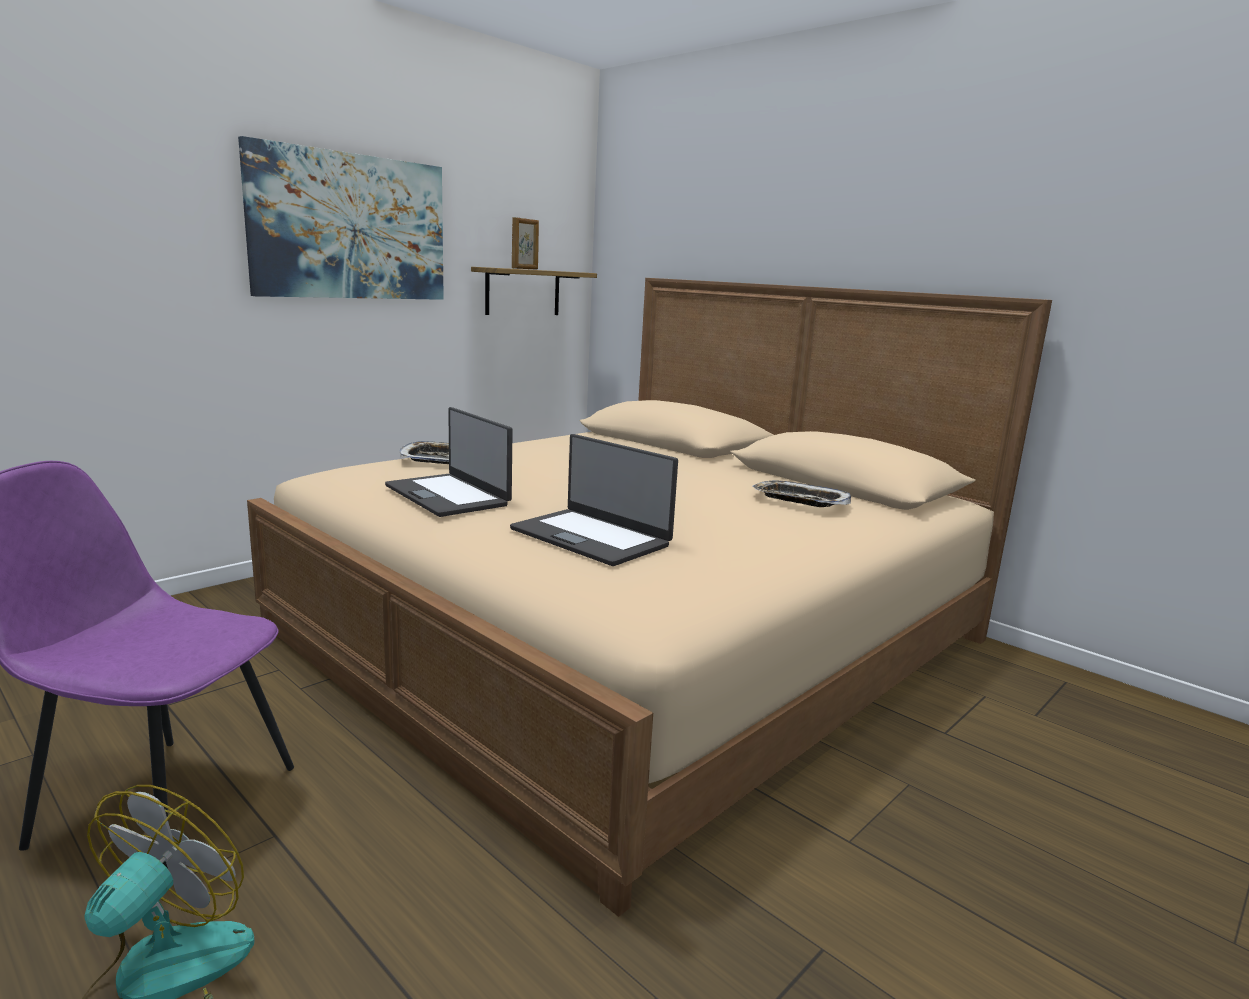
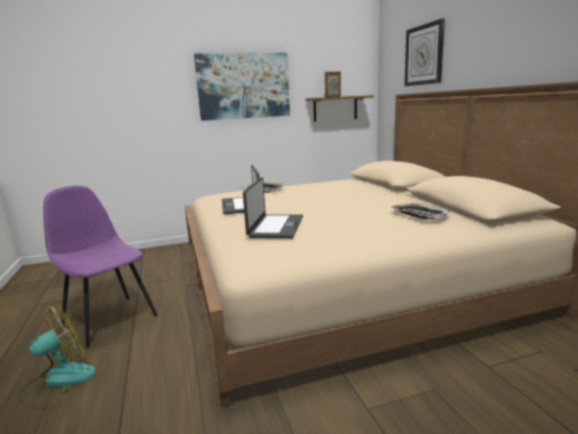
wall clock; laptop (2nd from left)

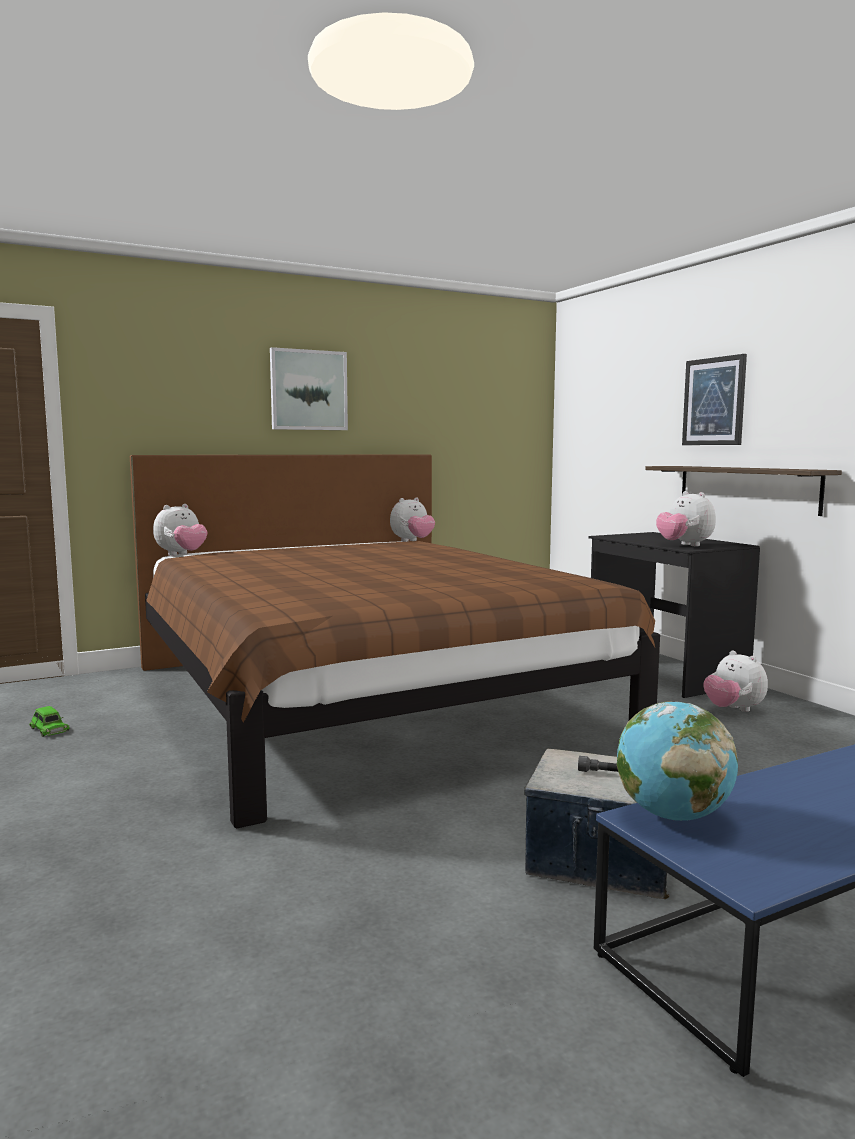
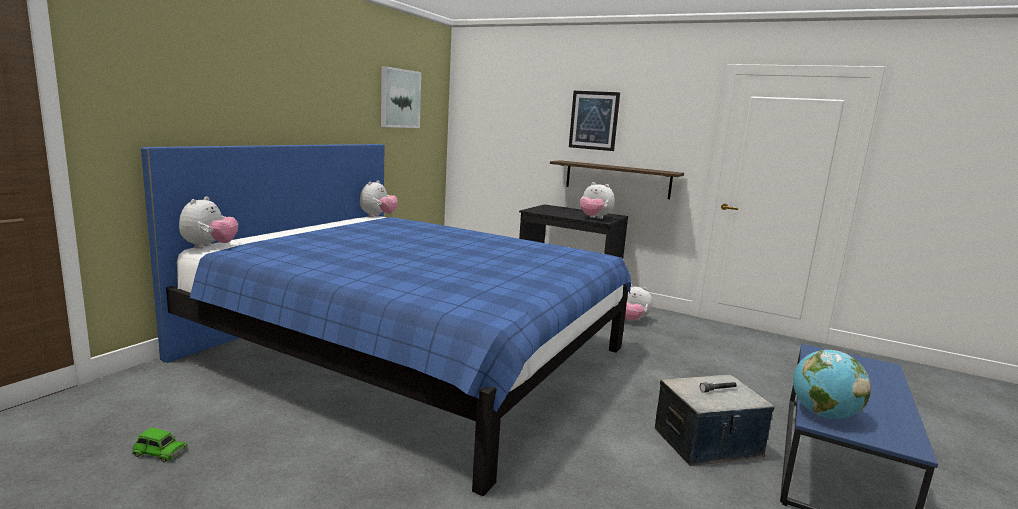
picture (1st from left); blue bed

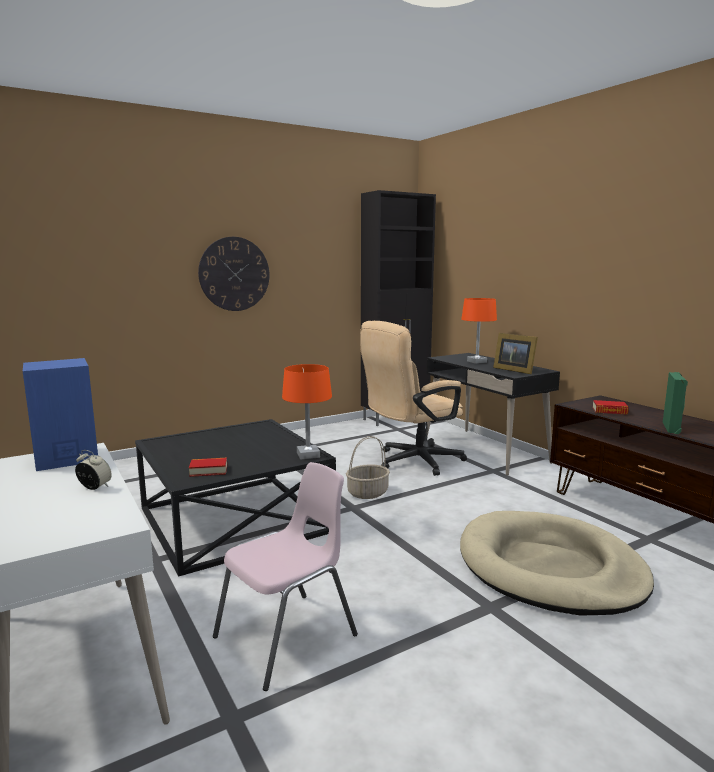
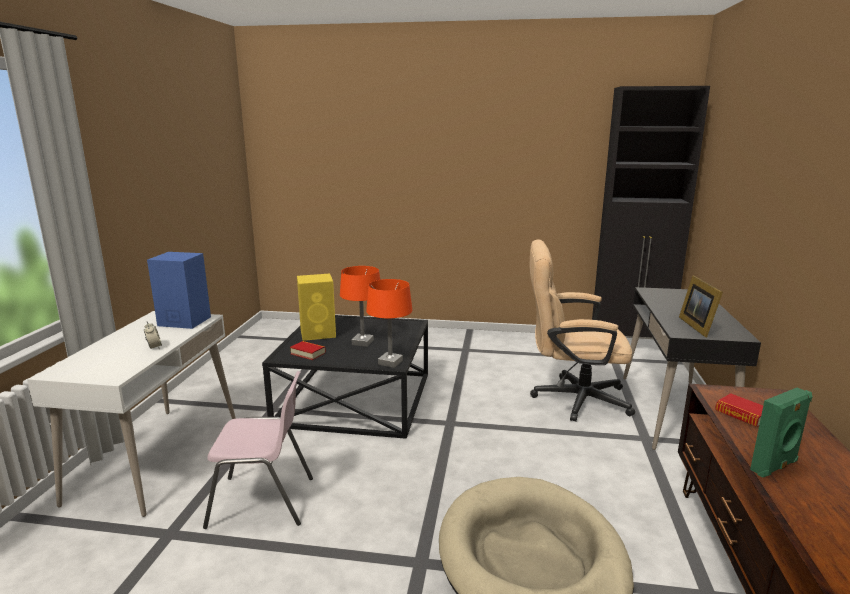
wall clock; basket; yellow speaker; orange table lamp (1st from left)

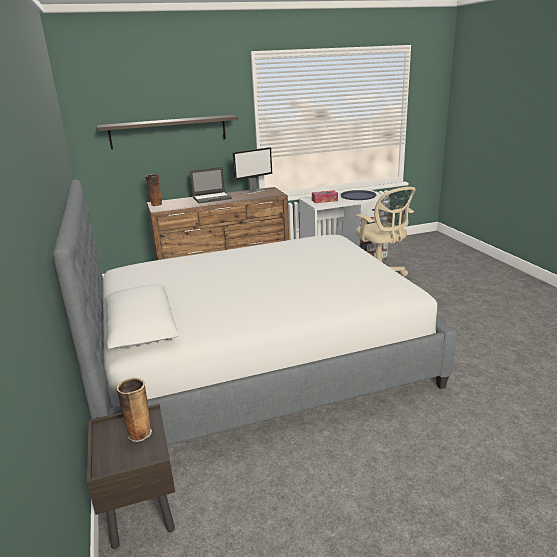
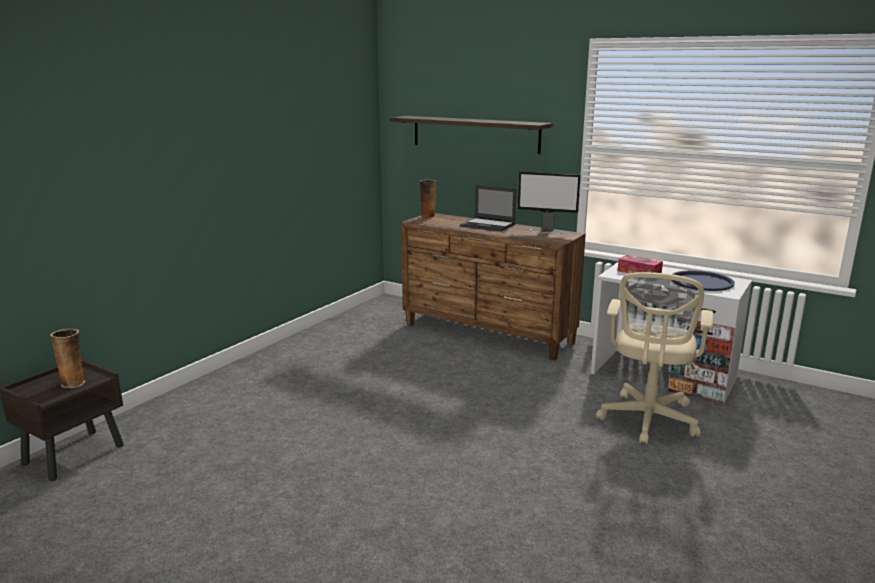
bed

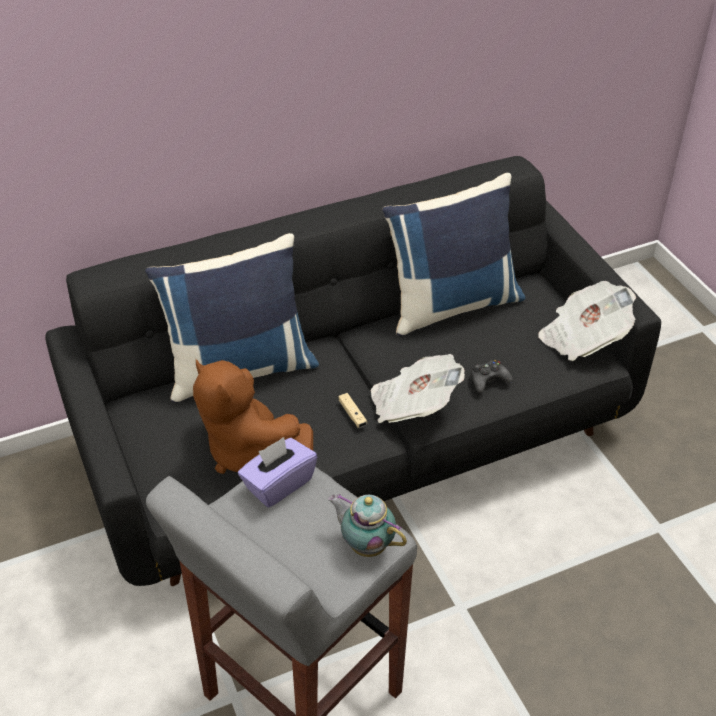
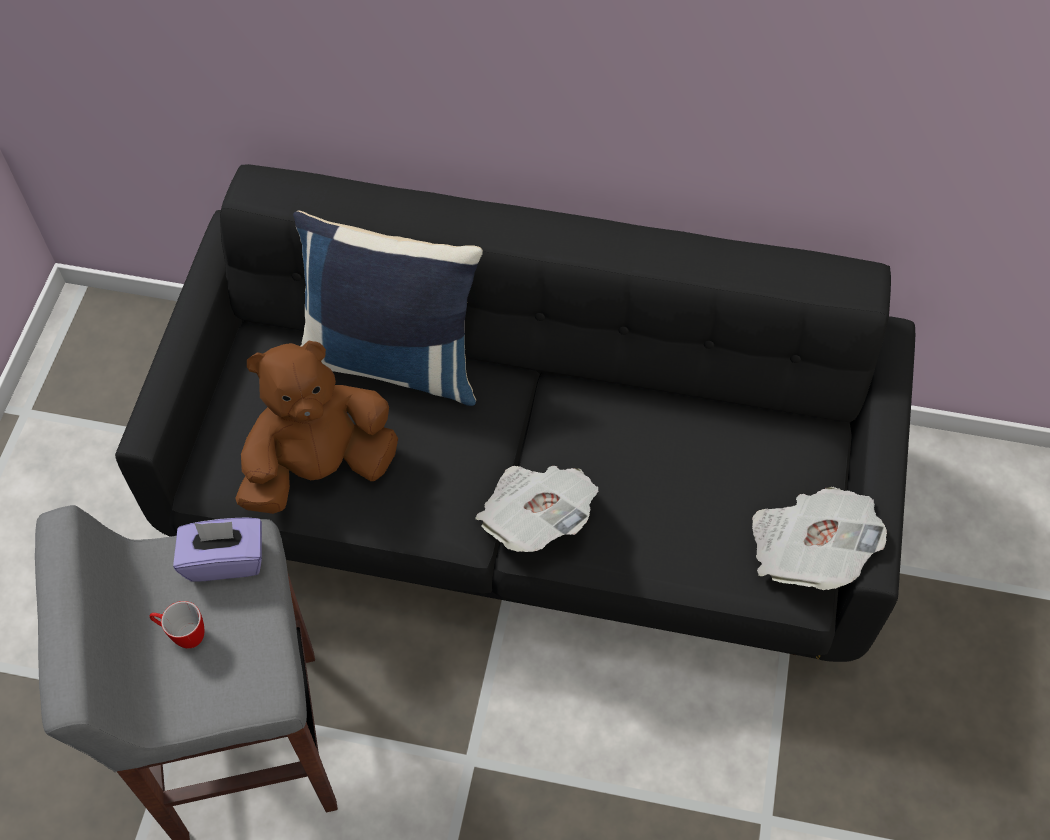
teapot; beige game controller; blue pillow (2nd from left in the first image); black game controller; mug; brown plush toy

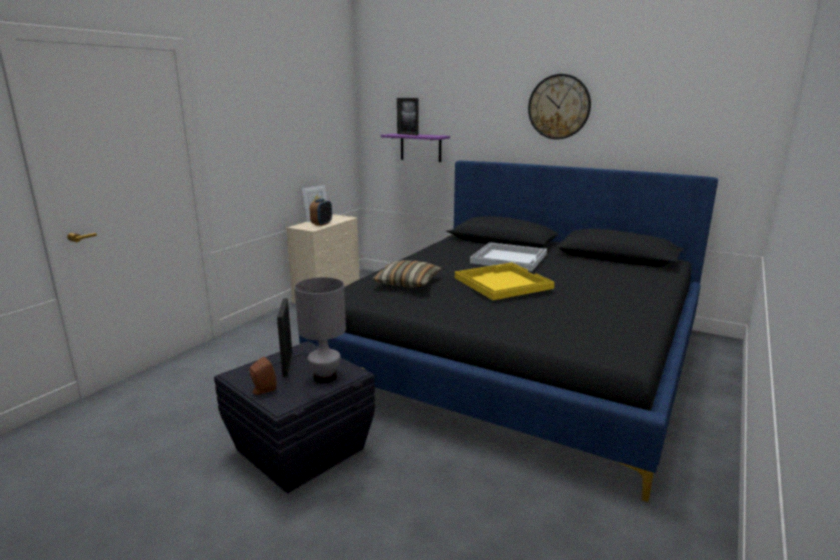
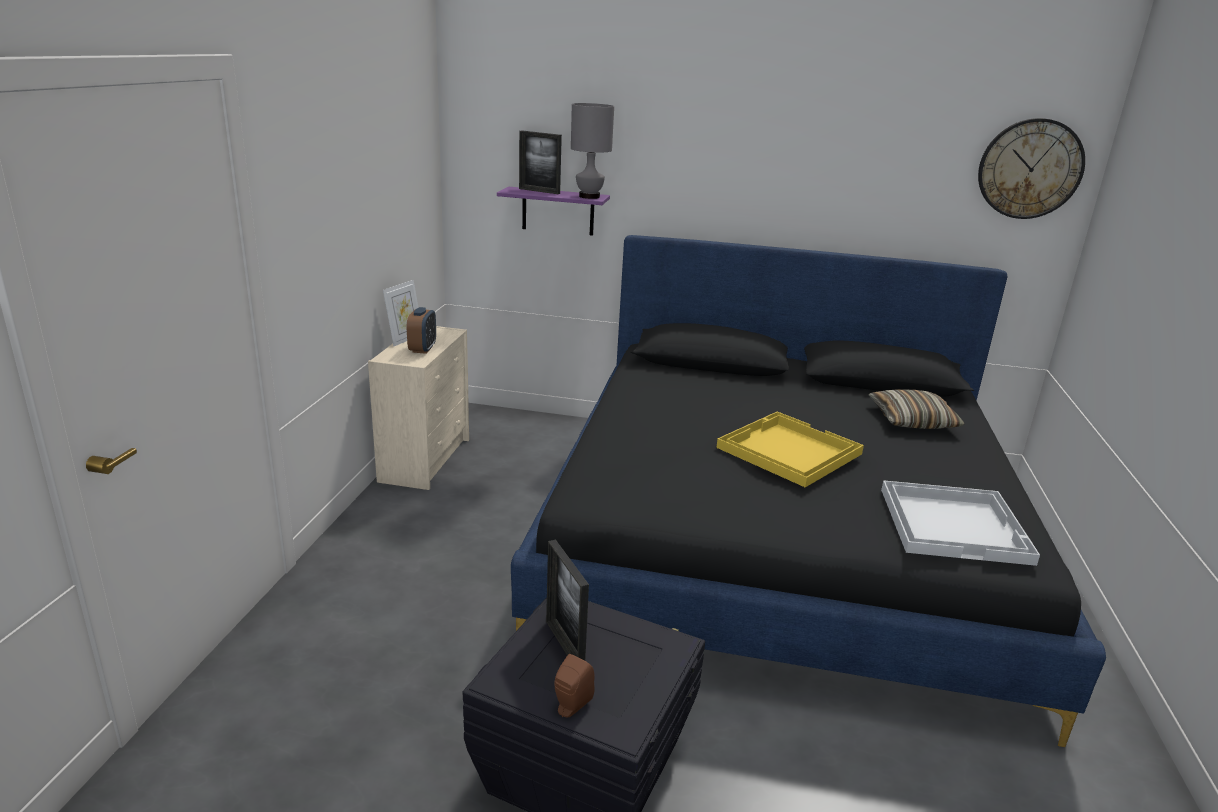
grey table lamp; pillow; white tray; wall clock

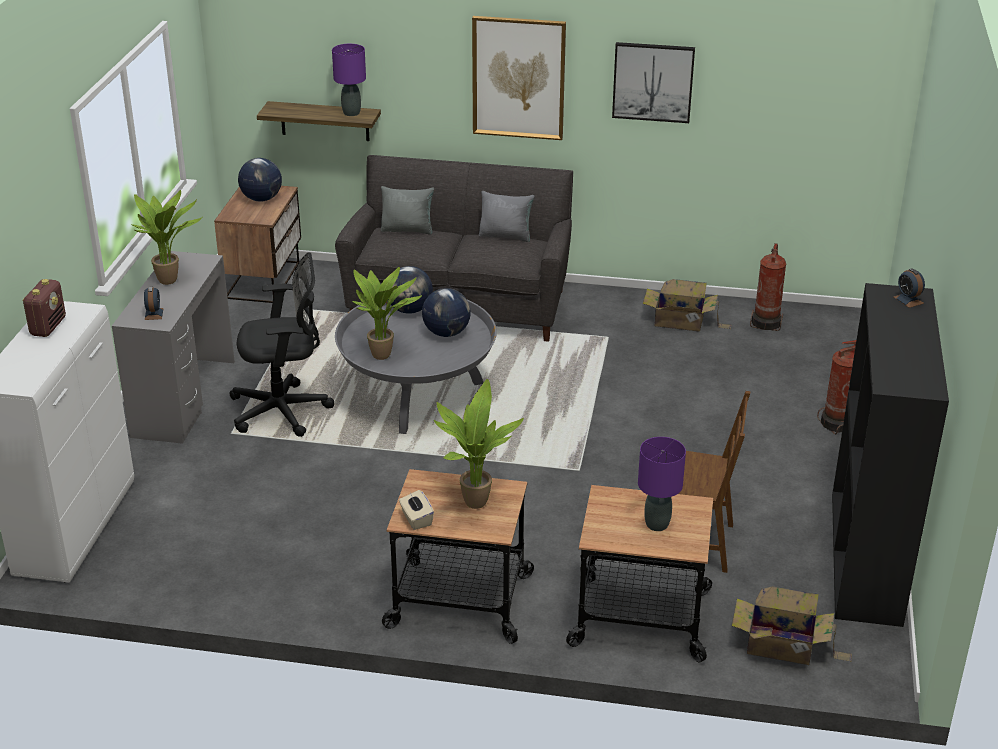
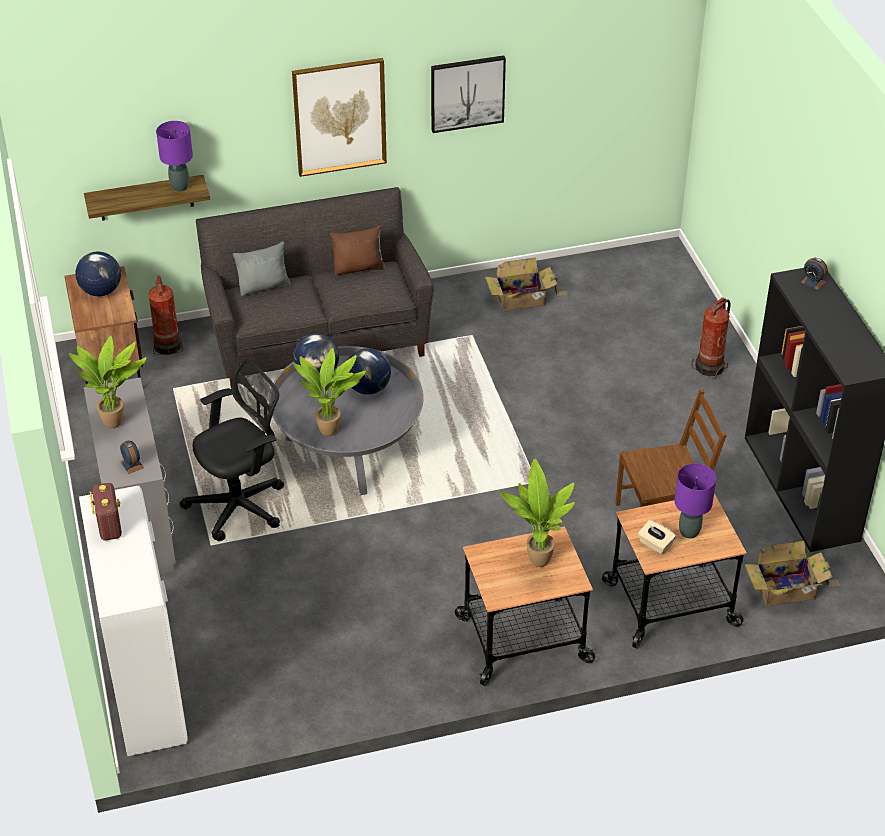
beige tissue box; fire extinguisher (1st from left); brown pillow

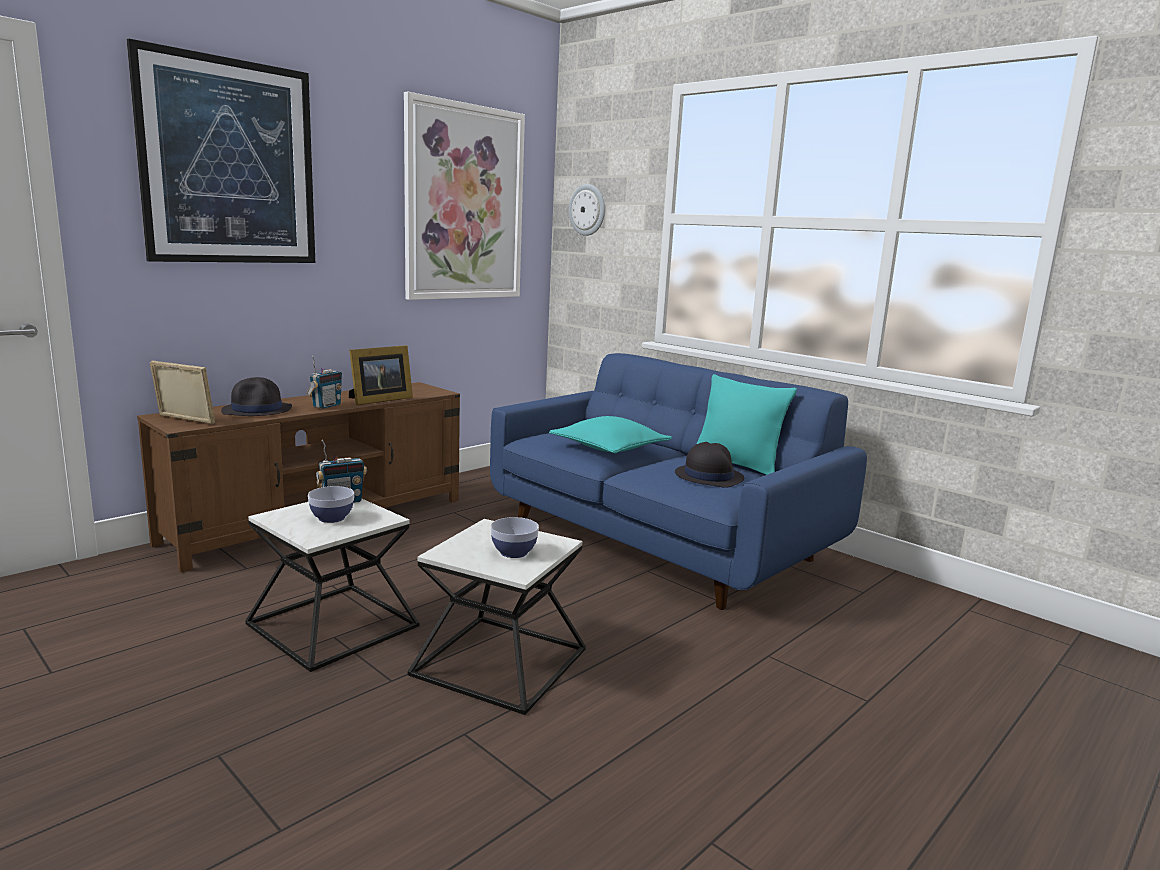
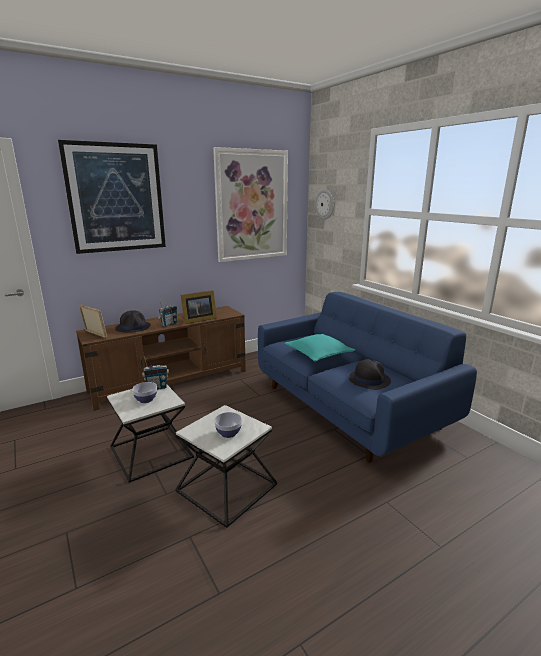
turquoise pillow (2nd from left in the first image)

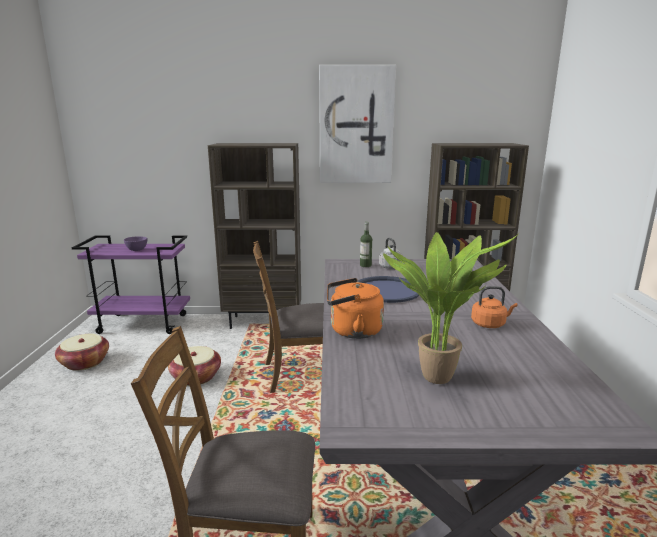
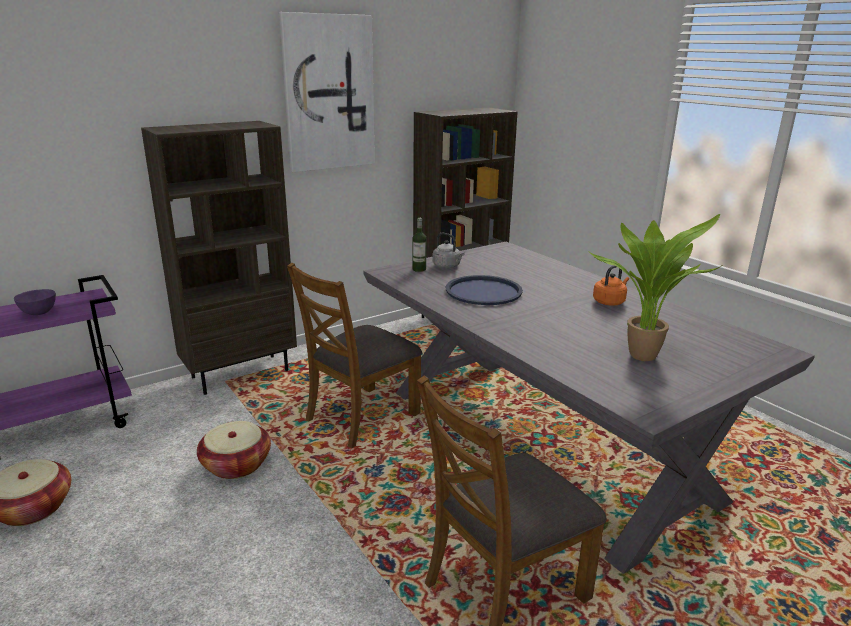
orange kettle (1st from left in the first image)

